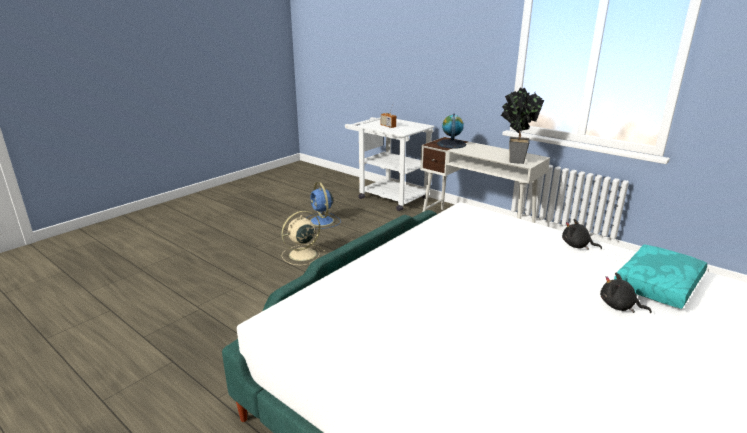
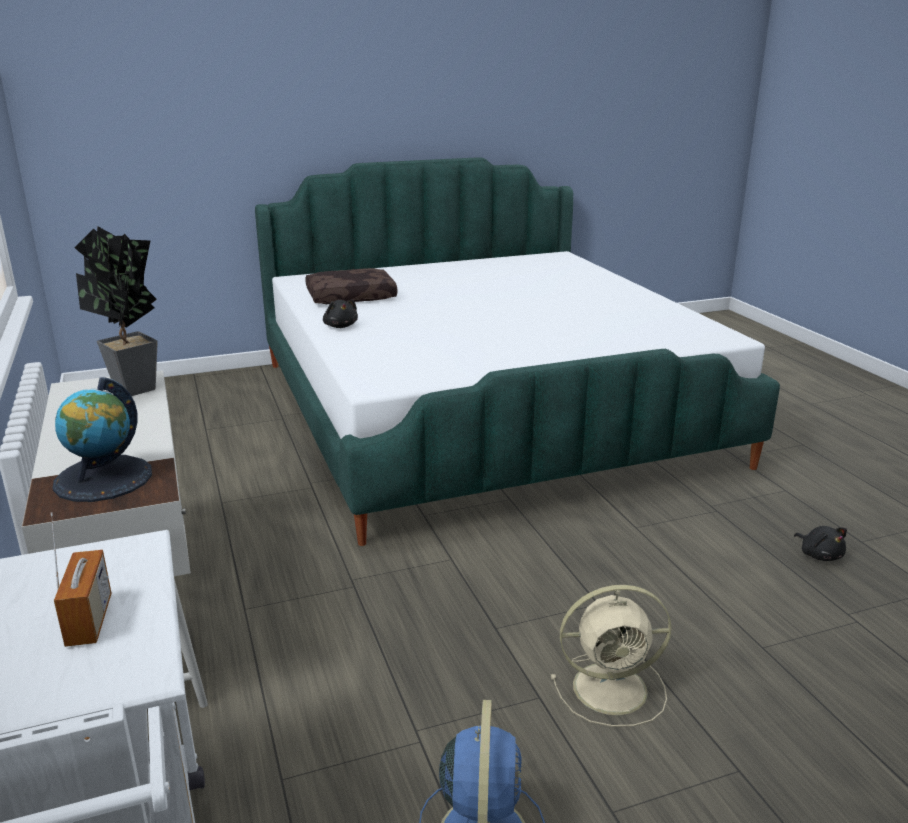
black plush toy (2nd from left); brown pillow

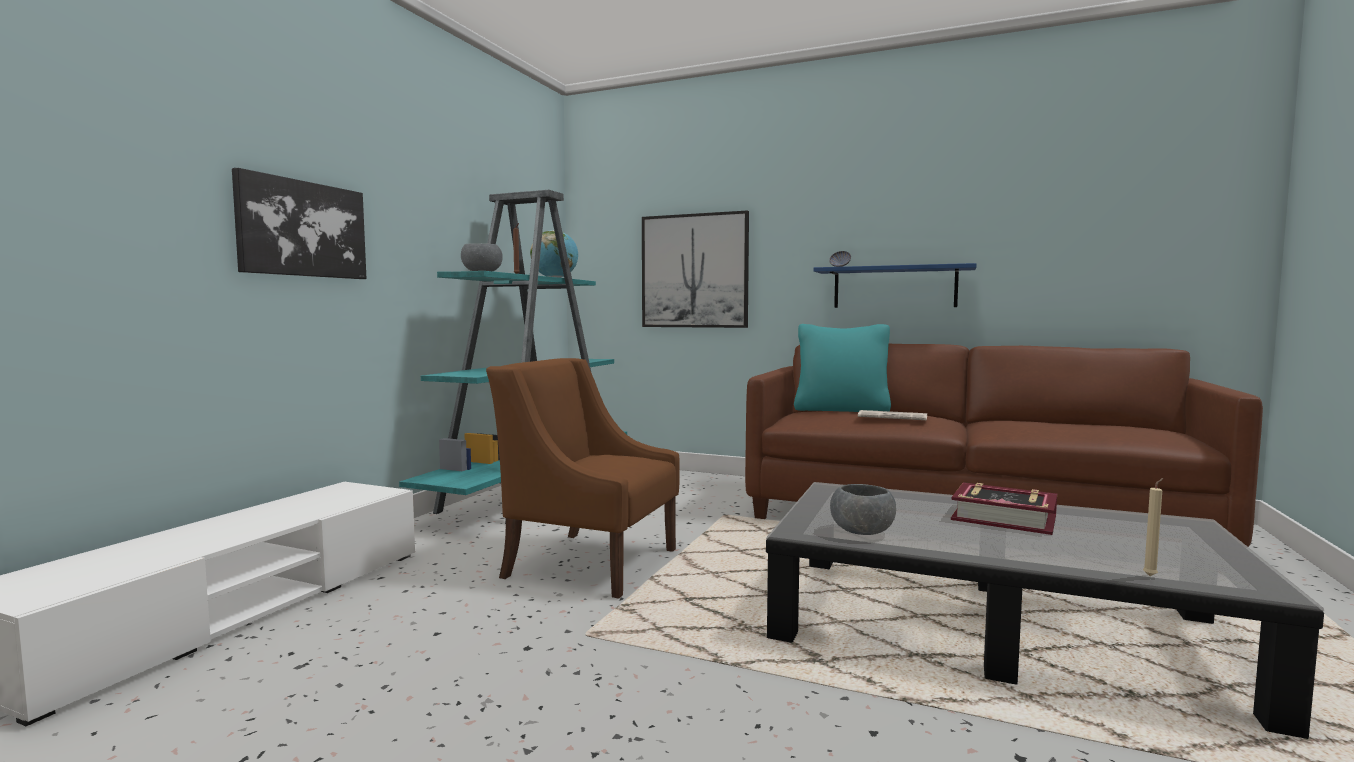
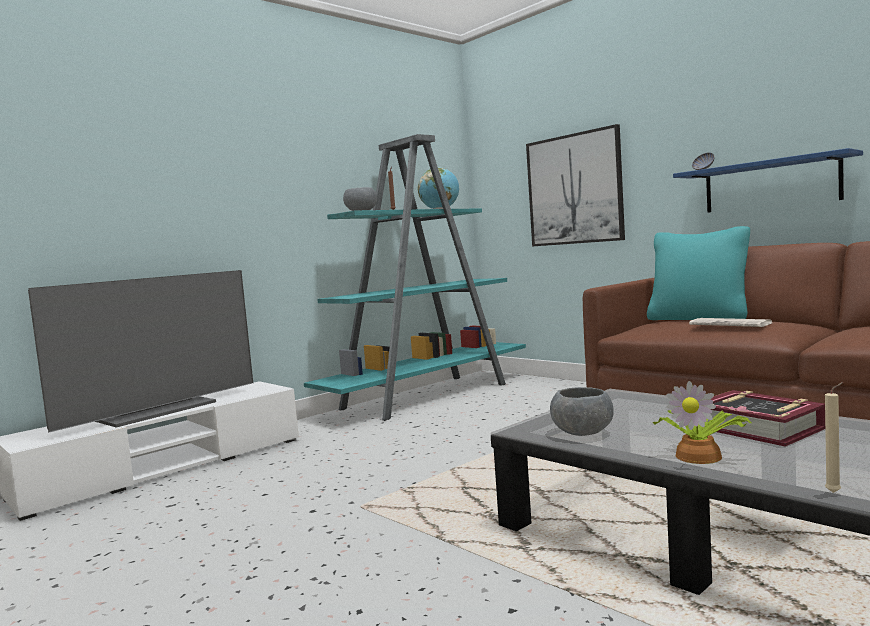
picture (1st from left in the first image); brown armchair; television; potted plant

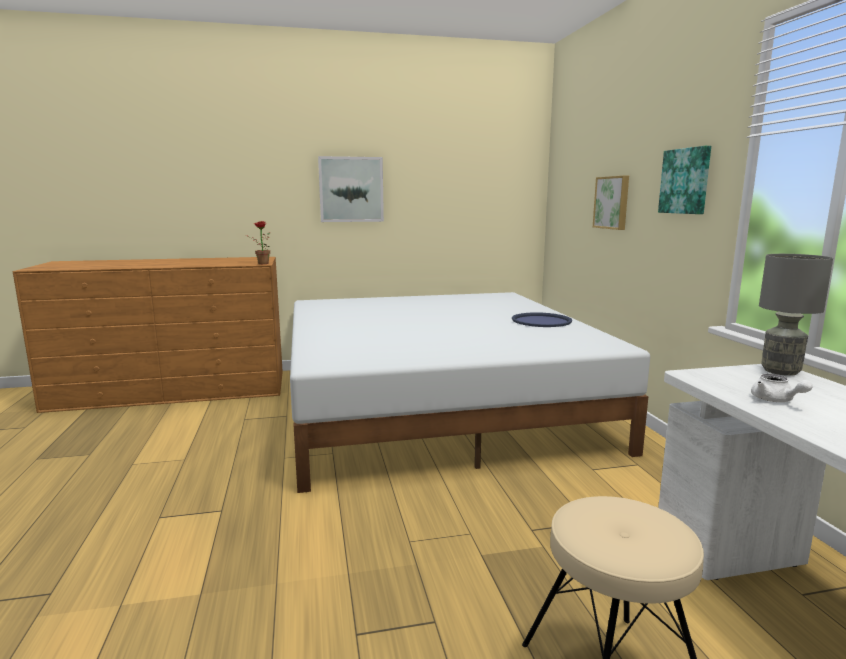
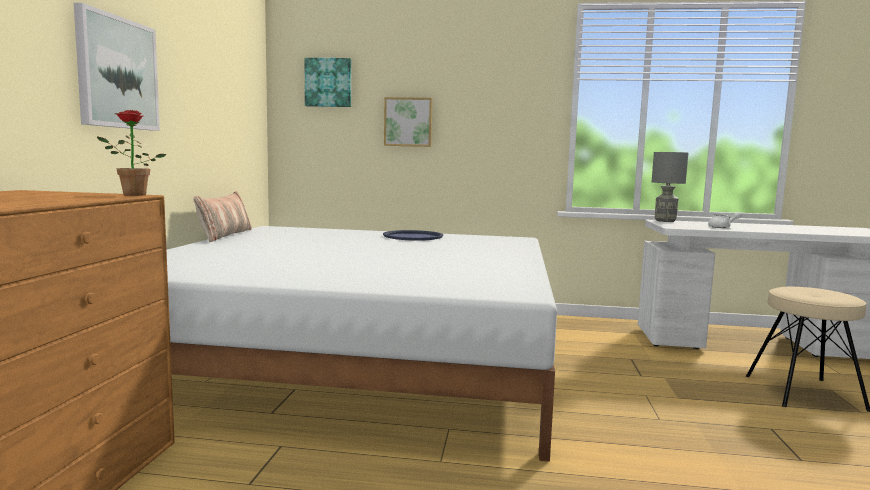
pillow; picture (2nd from left)

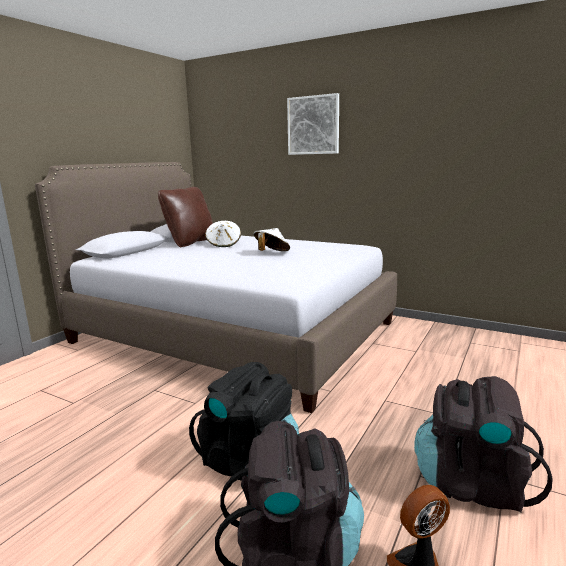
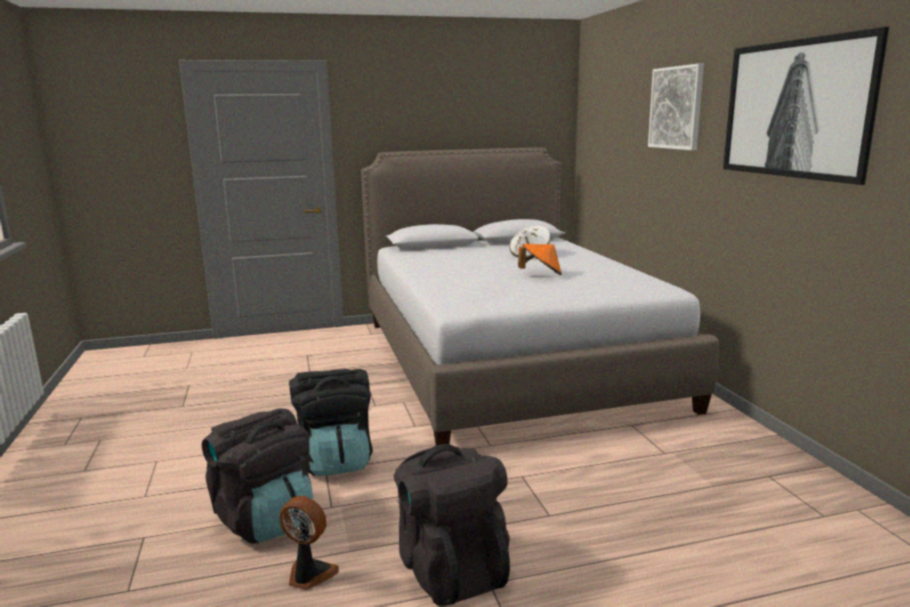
brown pillow; picture (2nd from left); orange hat

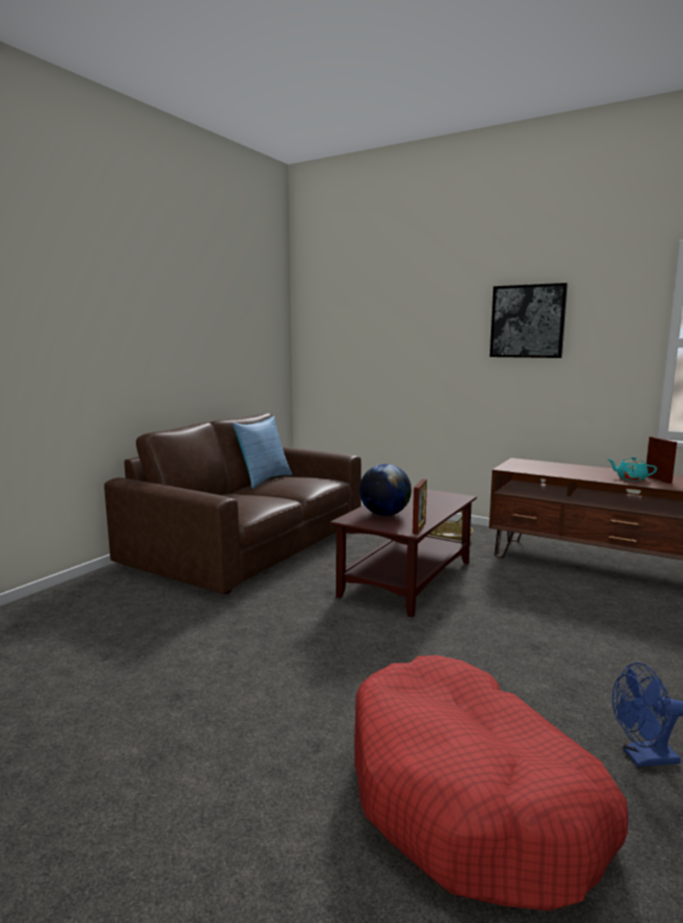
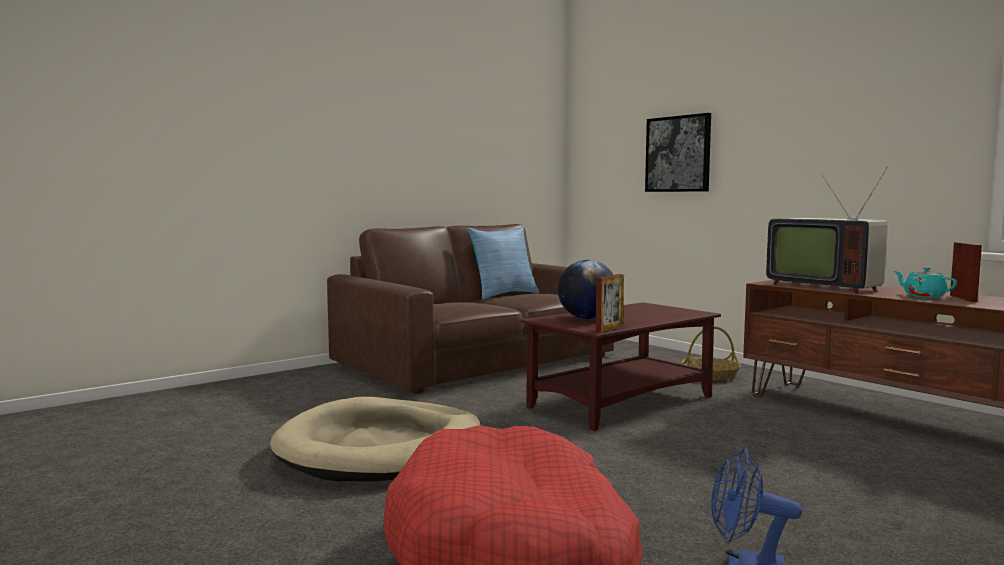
beige dog bed; television; picture

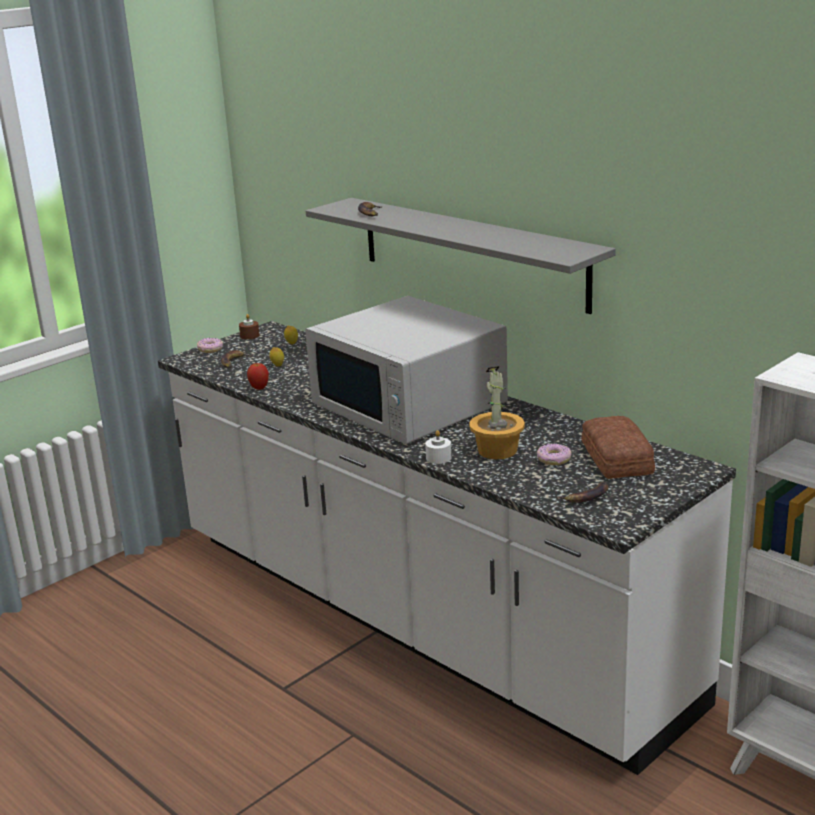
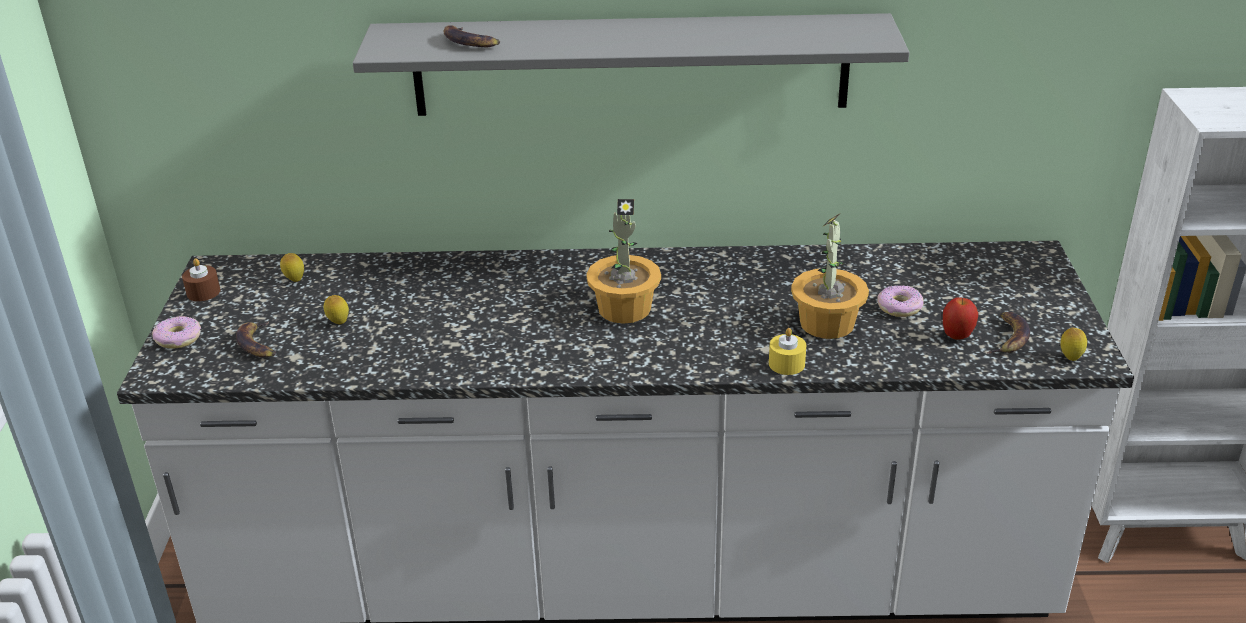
bread; lemon (3rd from left); apple; potted plant (1st from left); yellow candle

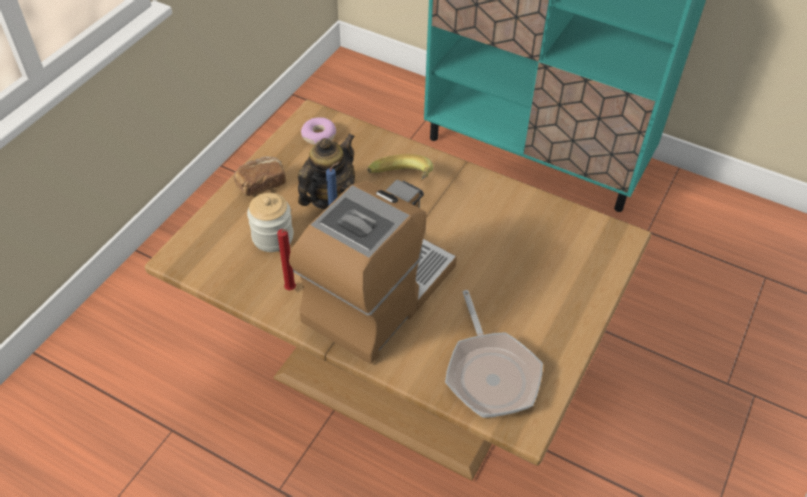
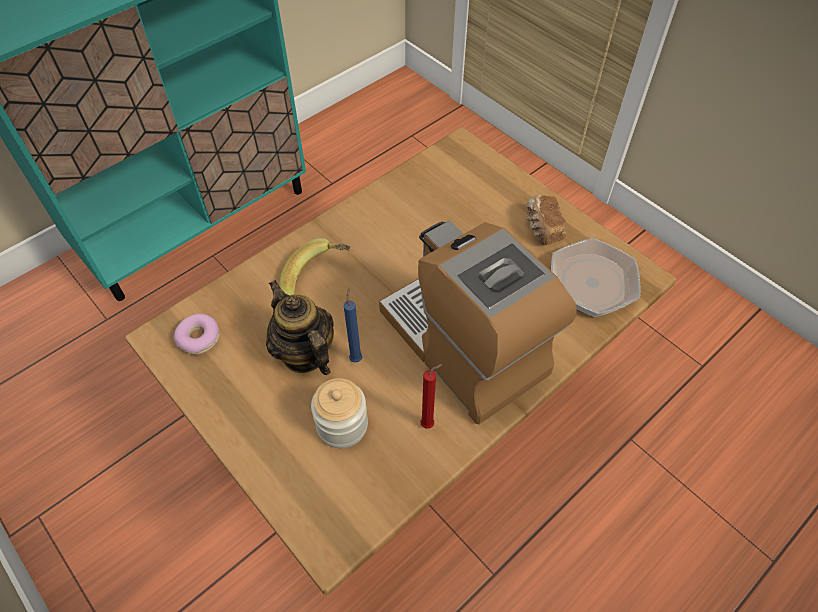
bread

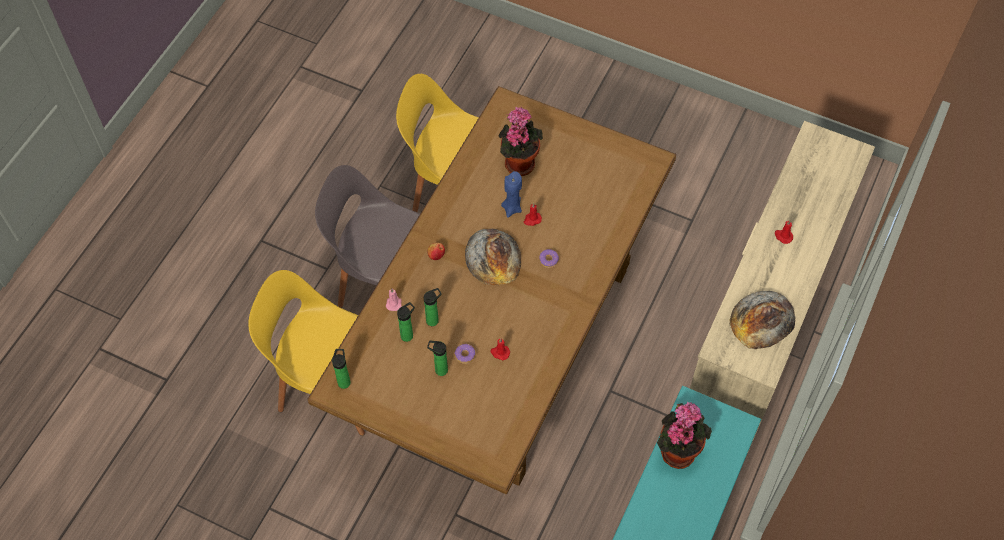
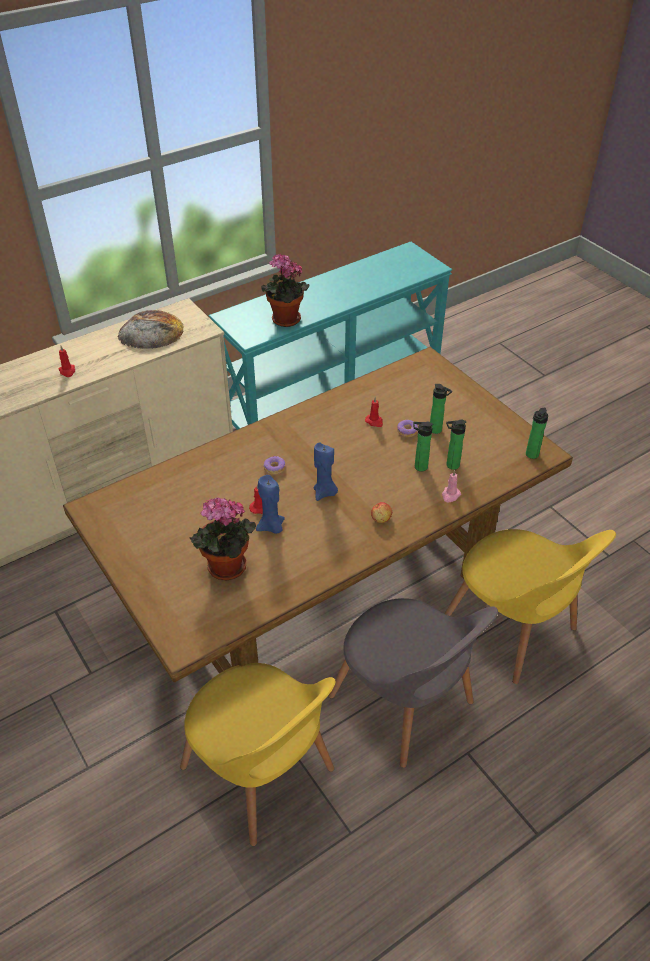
blue candle (2nd from left)

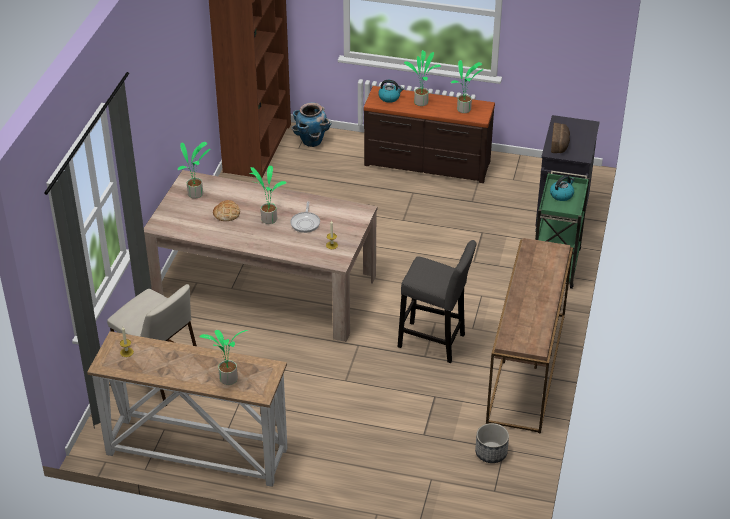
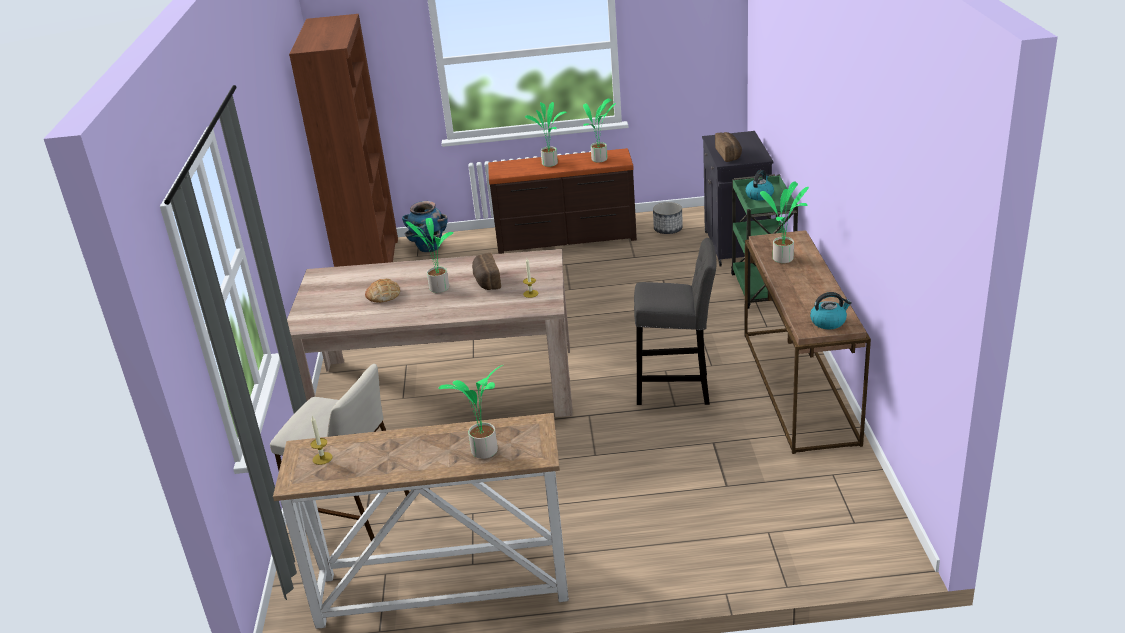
potted plant (5th from left); kettle (2nd from left); planter (2nd from left); bread (2nd from left)

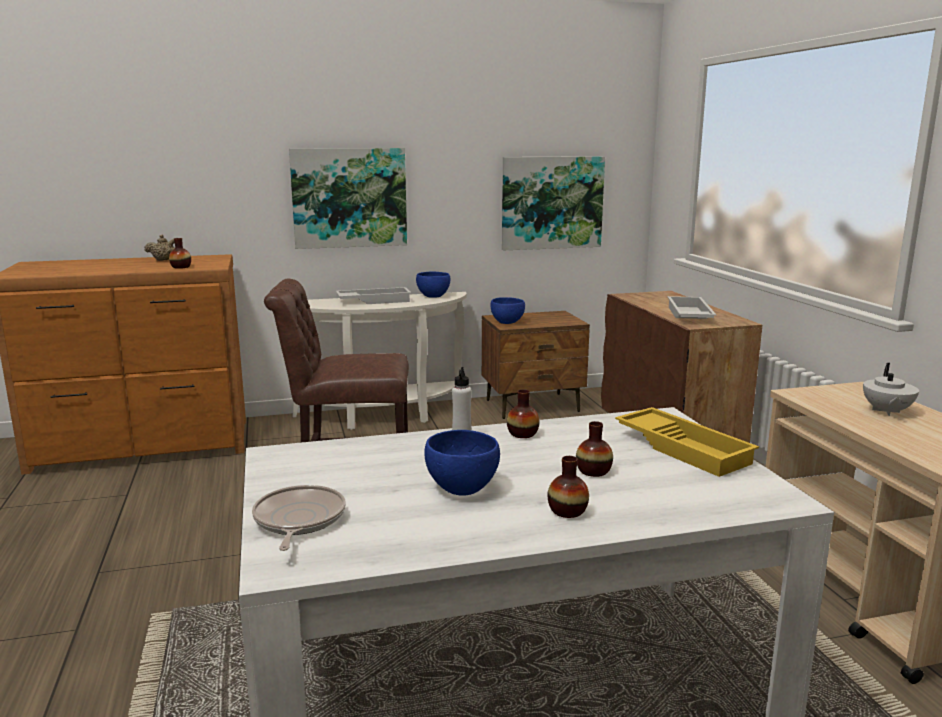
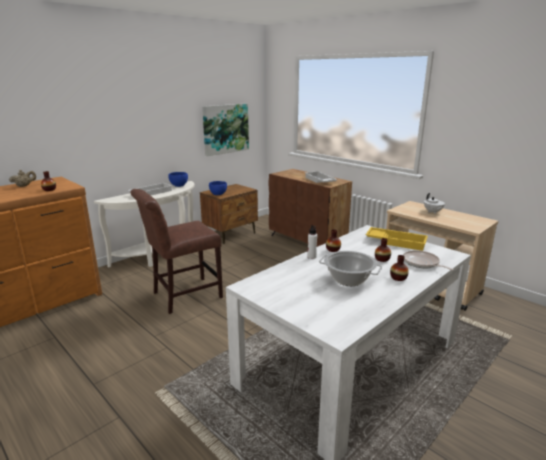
picture (1st from left in the first image); frying pan; cooking pot

